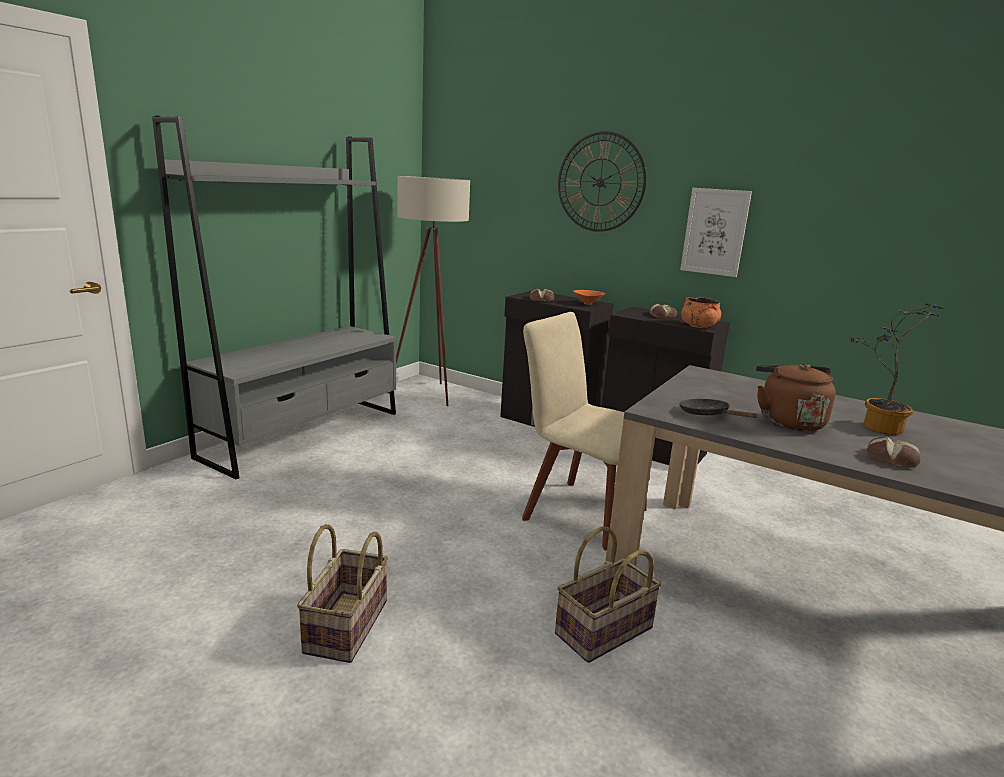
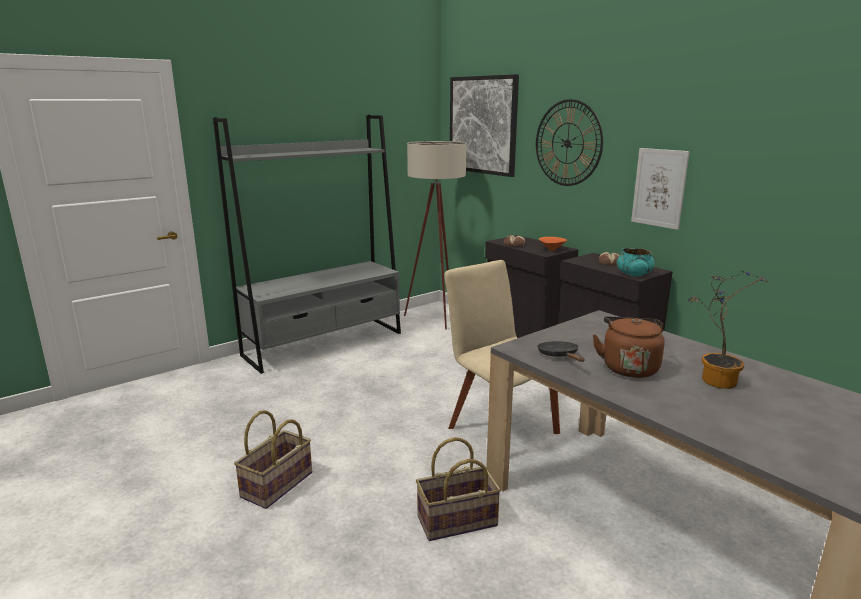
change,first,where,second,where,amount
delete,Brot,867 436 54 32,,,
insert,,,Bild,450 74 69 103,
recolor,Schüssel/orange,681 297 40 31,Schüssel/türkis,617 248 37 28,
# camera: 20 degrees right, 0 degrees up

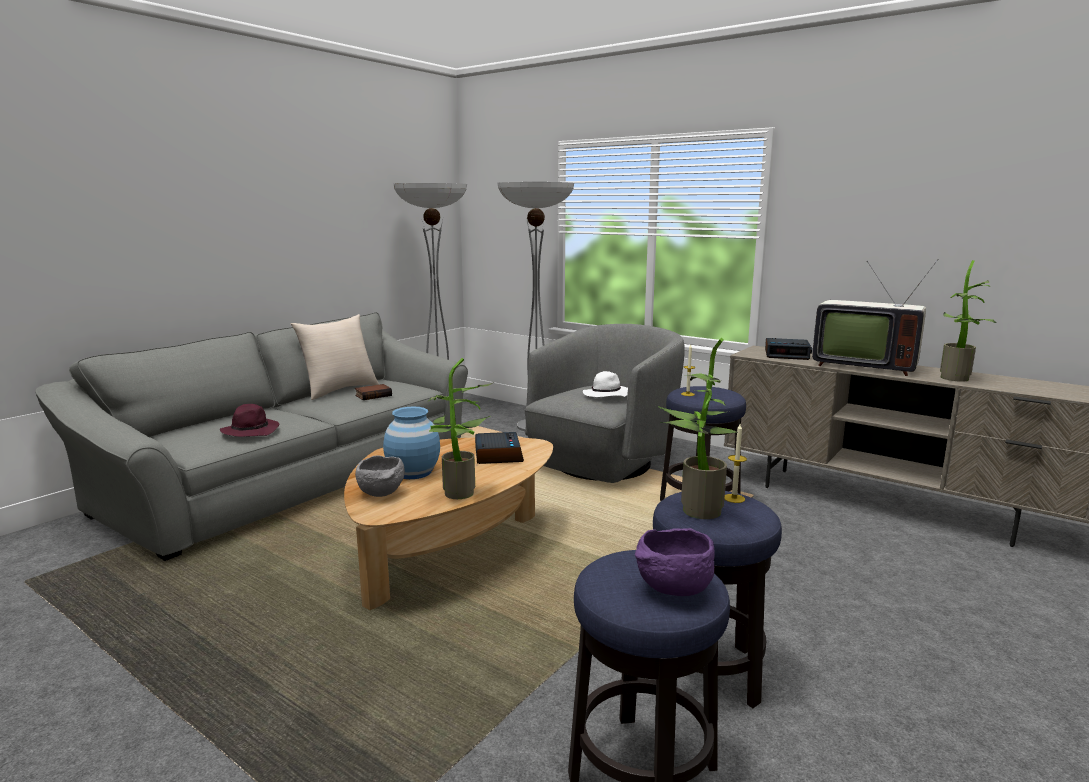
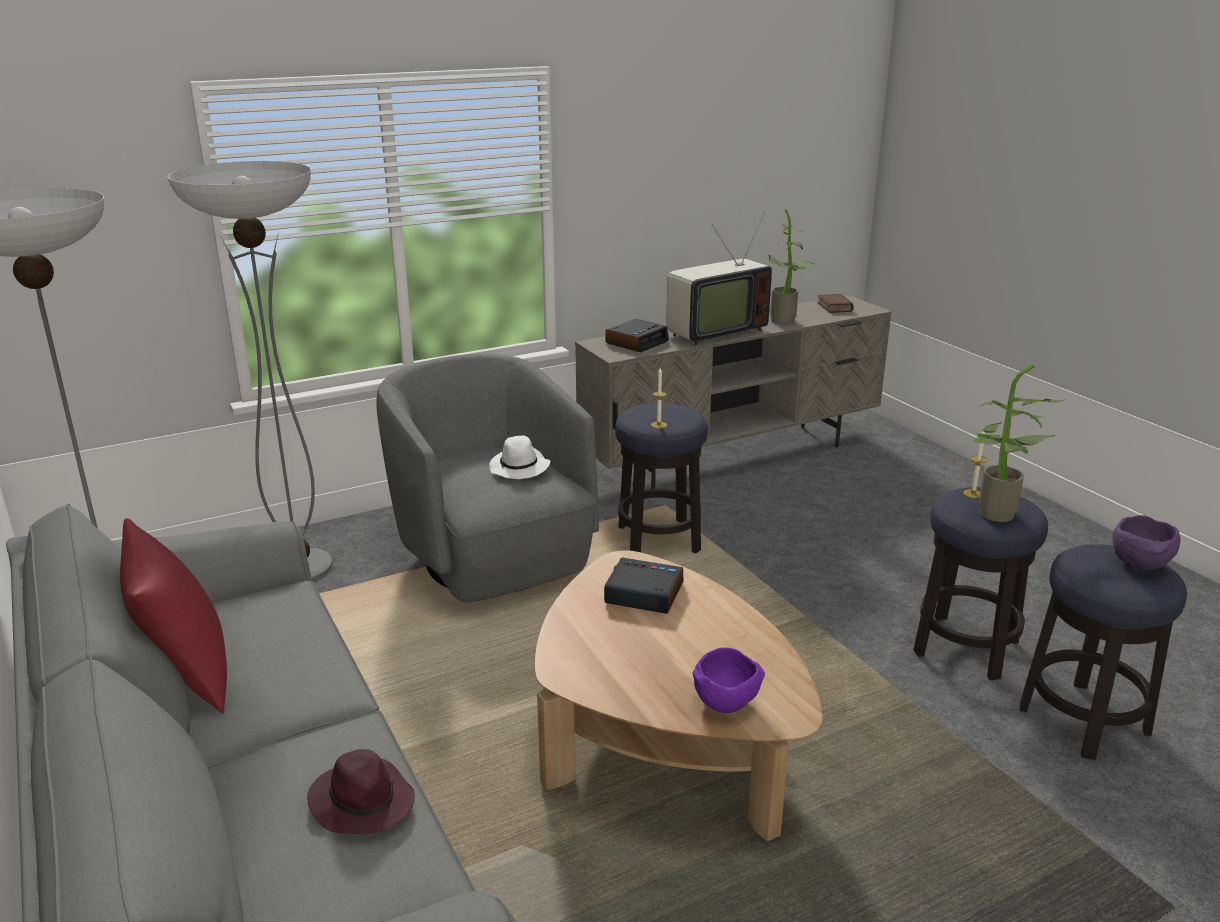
change,first,where,second,where,amount
delete,Vase/blau,383 406 57 73,,,
delete,Topfpflanze,428 358 66 141,,,
move,Buch,355 384 37 16,,817 294 36 19,
recolor,Kissen/beige,290 314 89 86,Kissen/rot,120 518 107 195,
recolor,Schüssel/grau,355 455 50 42,Schüssel/lila,693 647 72 66,
# camera: 65 degrees left, 10 degrees up

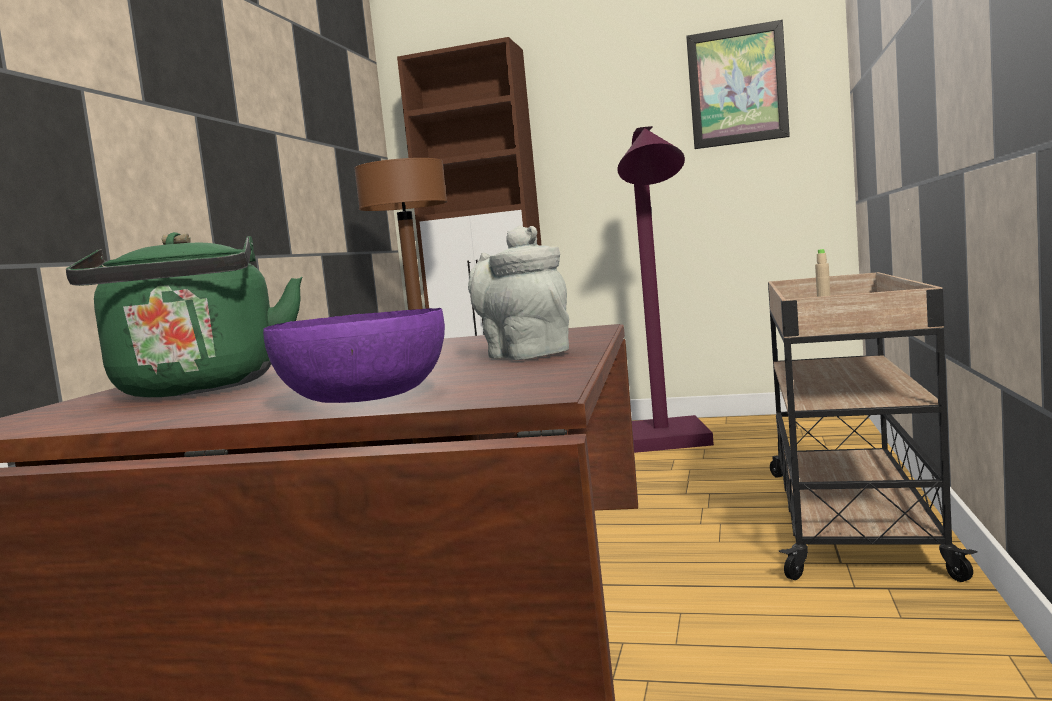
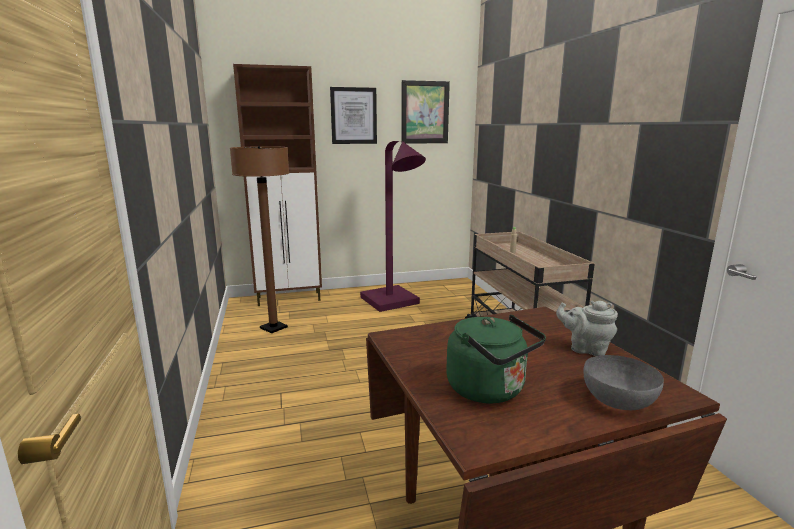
change,first,where,second,where,amount
insert,,,Bild,330 87 47 57,
recolor,Schüssel/lila,263 308 182 95,Schüssel/grau,583 355 81 55,
# camera: 30 degrees left, 10 degrees up

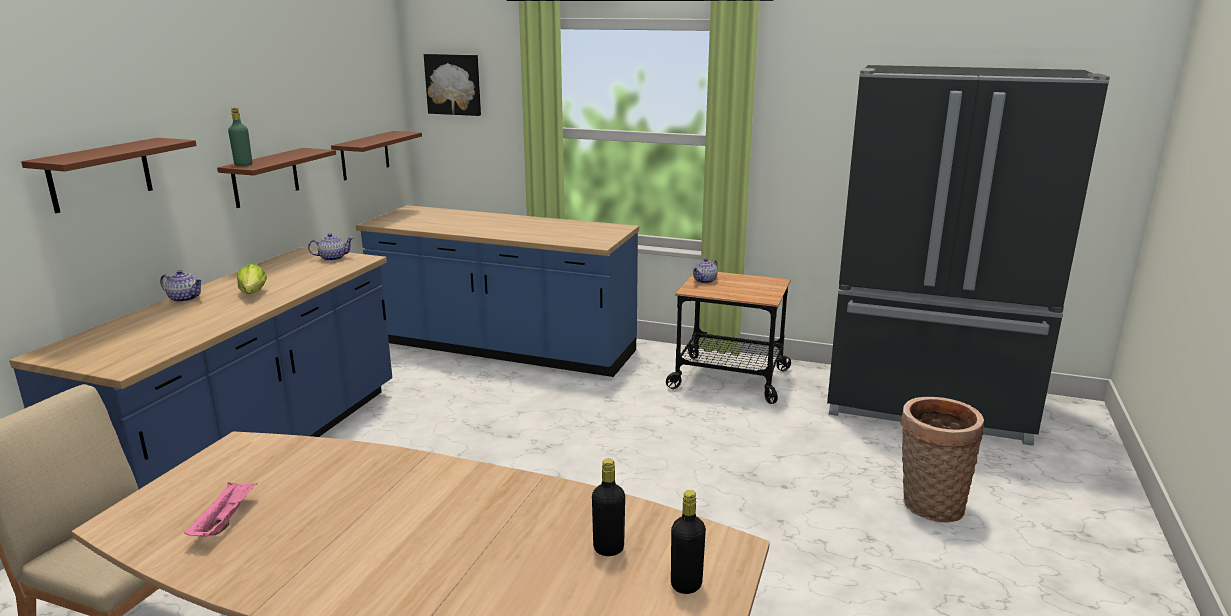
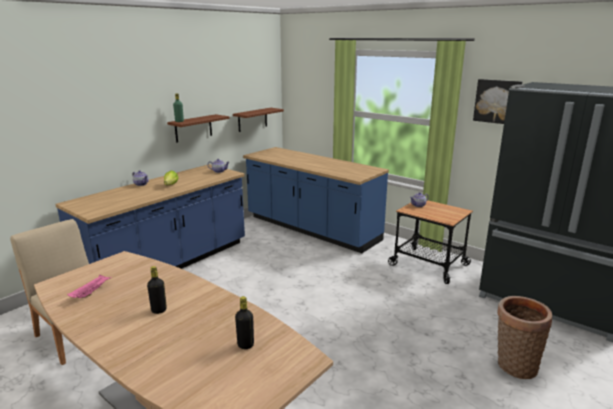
change,first,where,second,where,amount
delete,Wandregal/braun,21 138 176 75,,,
move,Bild,424 54 57 62,,473 79 49 45,
move,Flasche/schwarz,671 490 35 104,,147 266 20 48,
# camera: 20 degrees right, 0 degrees up

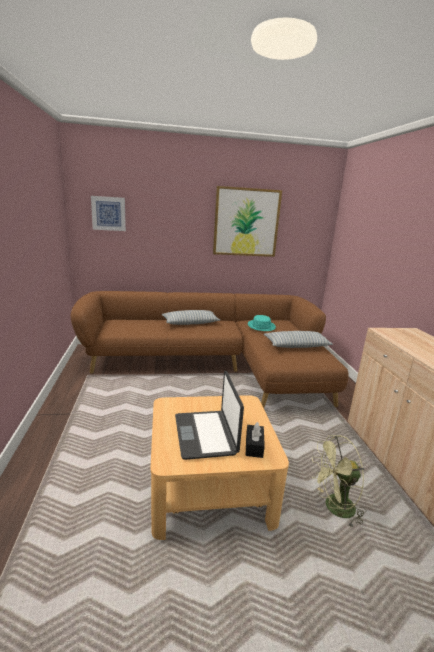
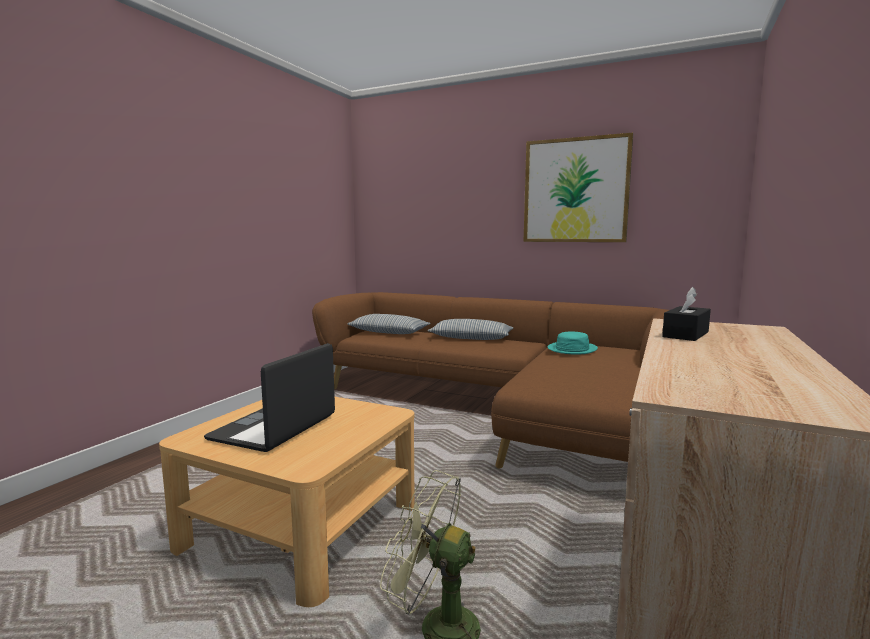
change,first,where,second,where,amount
delete,Bild,91 196 35 35,,,
move,Taschentuchbox/schwarz,246 422 19 36,,662 287 49 54,
move,Kissen,264 331 69 17,,347 314 84 20,
# camera: 35 degrees right, 10 degrees down

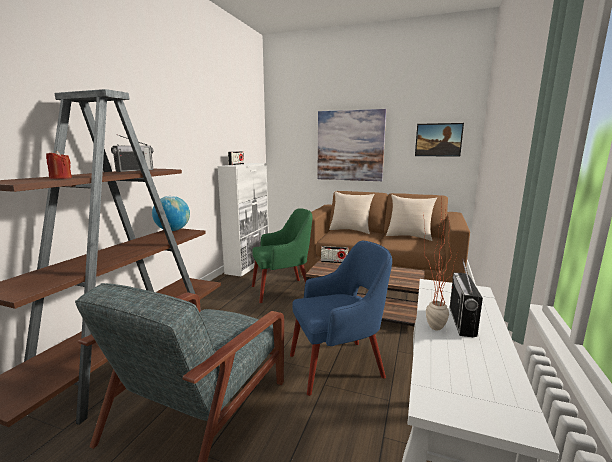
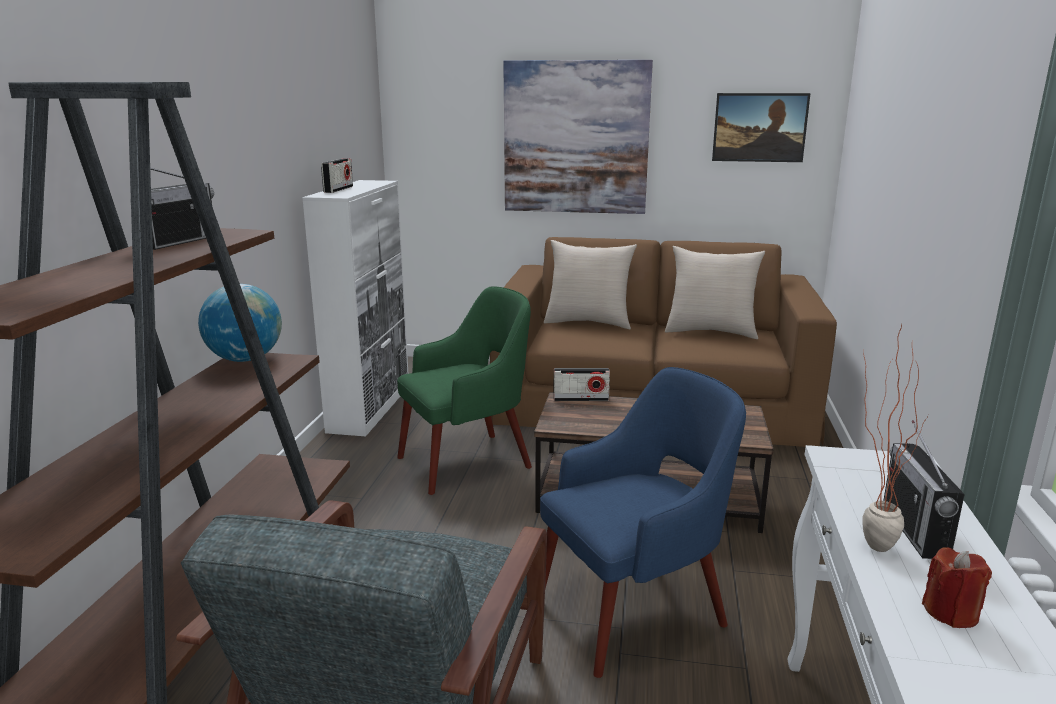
change,first,where,second,where,amount
move,Kerze/rot,46 151 26 28,,922 547 70 81,
# camera: 10 degrees left, 5 degrees up

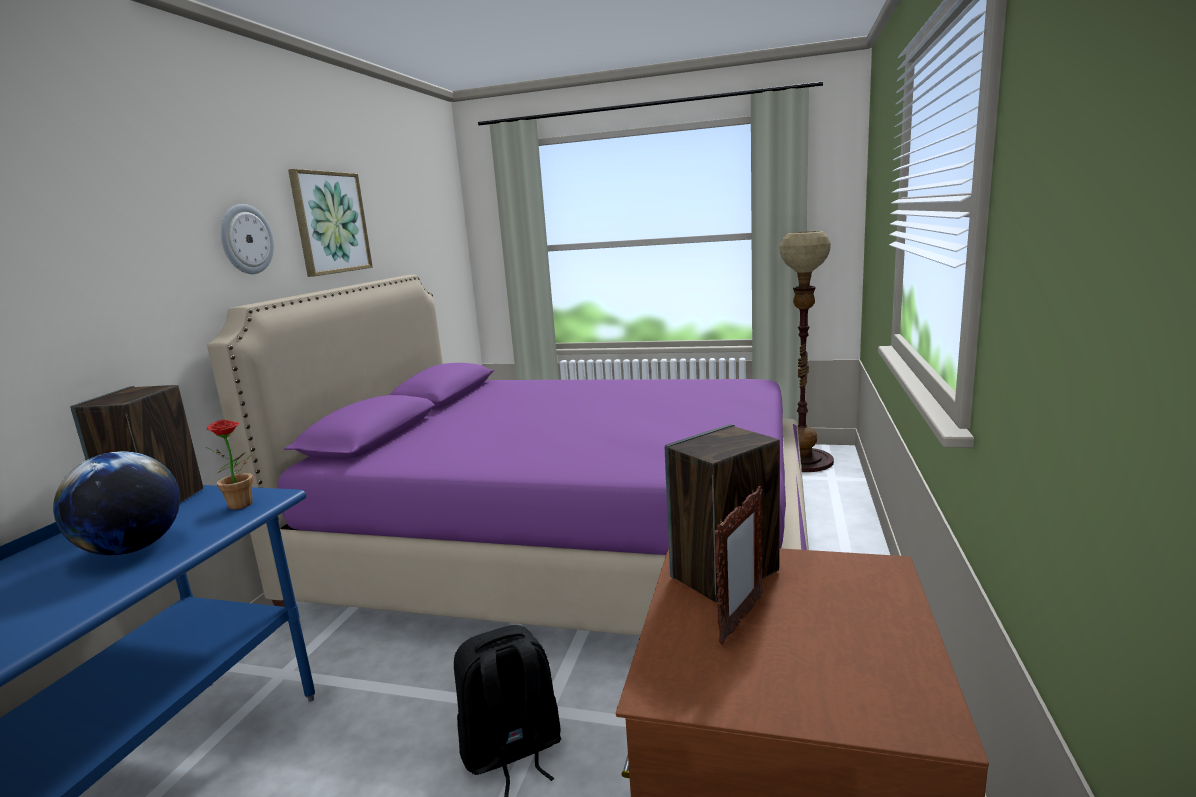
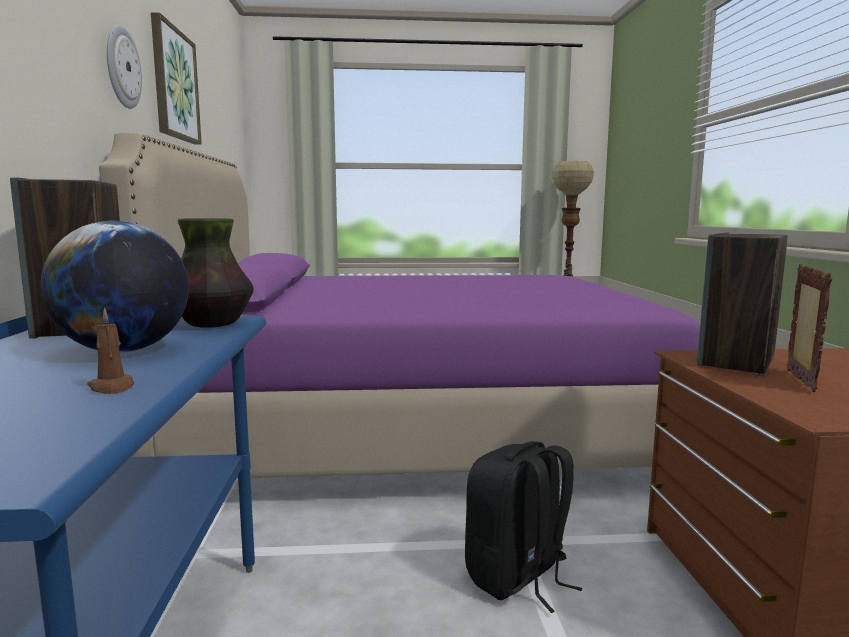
change,first,where,second,where,amount
insert,,,Kerze/braun,87 307 47 87,
replace,Topfpflanze,205 420 48 90,Vase,177 218 77 110,
# camera: 20 degrees left, 5 degrees down

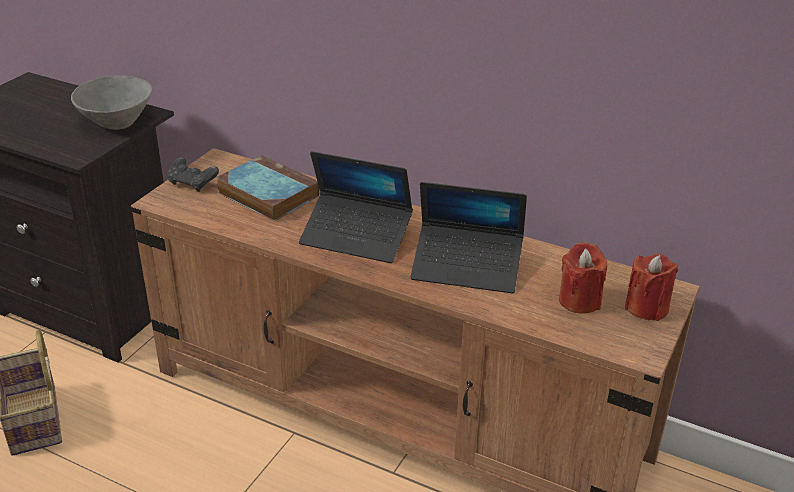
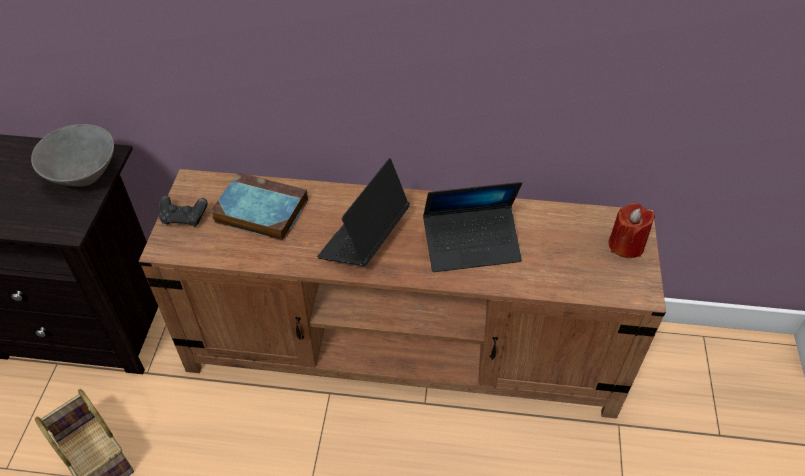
change,first,where,second,where,amount
delete,Kerze/rot,559 242 48 72,,,
rotate,Laptop,299 151 114 112,,317 158 93 108,120 degrees clockwise
# camera: 20 degrees left, 15 degrees up

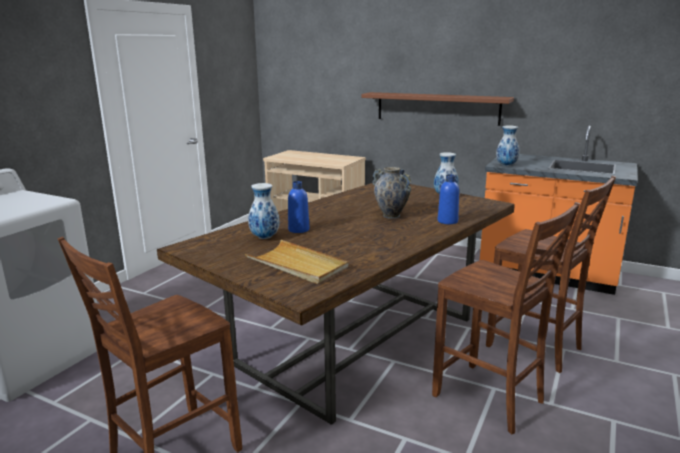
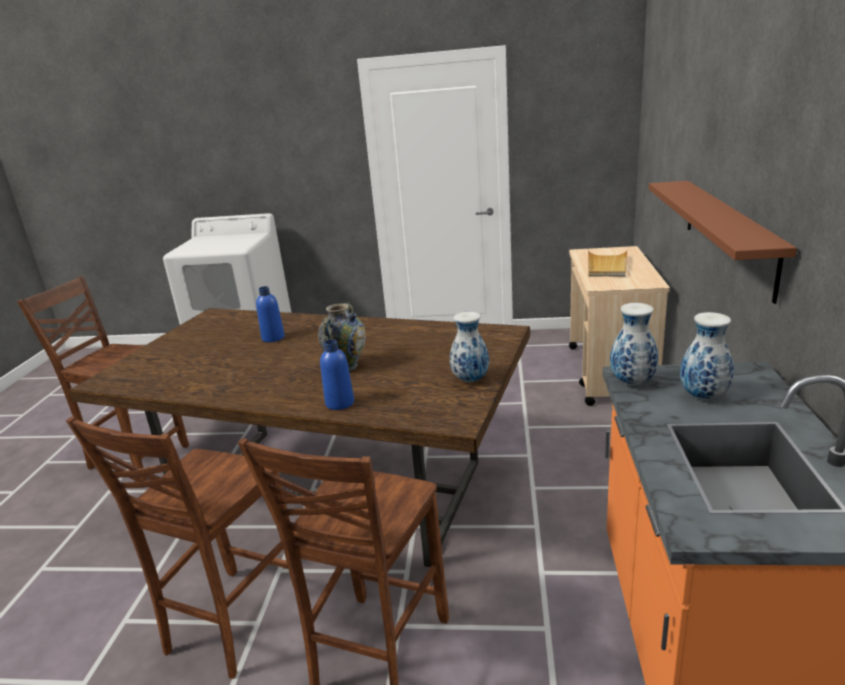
change,first,where,second,where,amount
move,Tablett/beige,245 240 103 44,,588 250 39 27,
move,Vase,248 183 32 56,,680 312 54 88,
# camera: 70 degrees right, 5 degrees up

